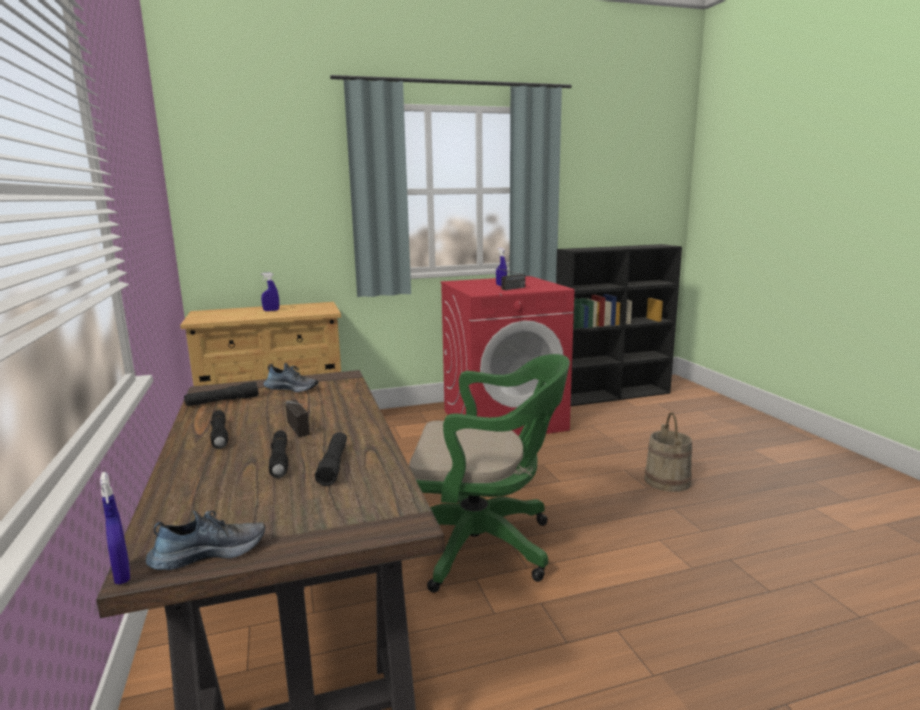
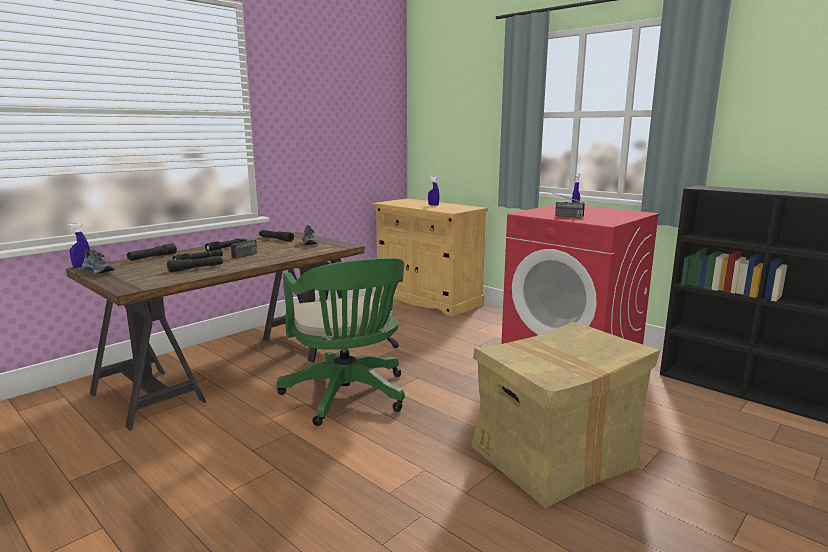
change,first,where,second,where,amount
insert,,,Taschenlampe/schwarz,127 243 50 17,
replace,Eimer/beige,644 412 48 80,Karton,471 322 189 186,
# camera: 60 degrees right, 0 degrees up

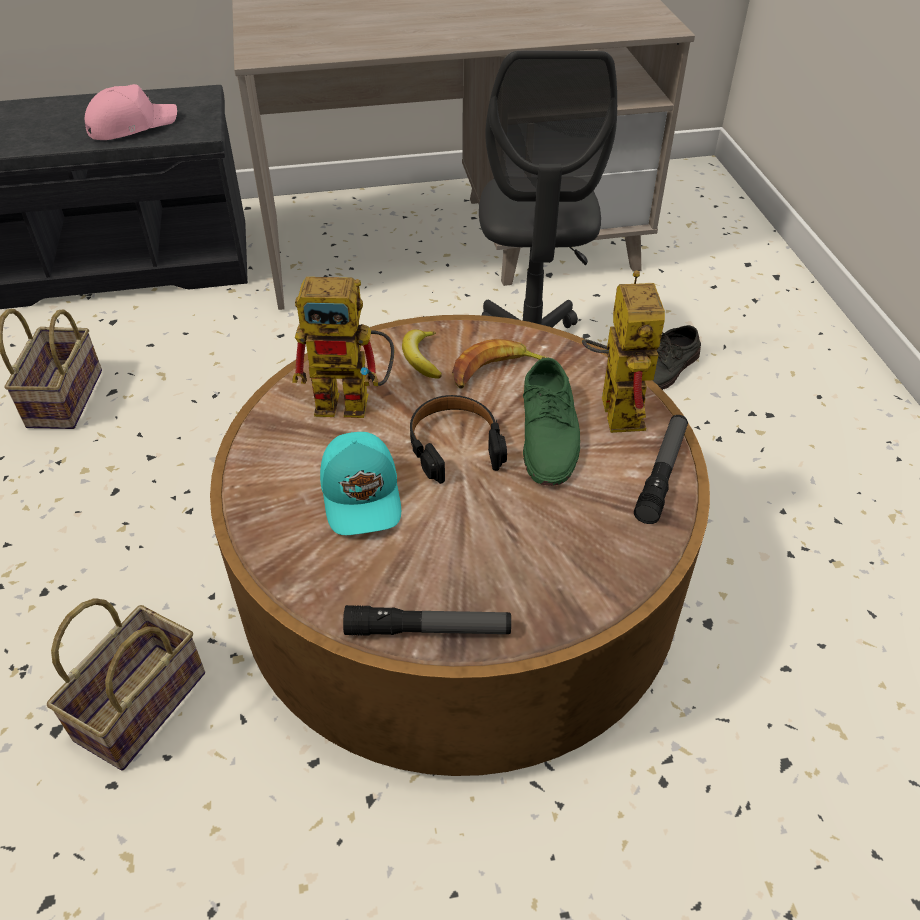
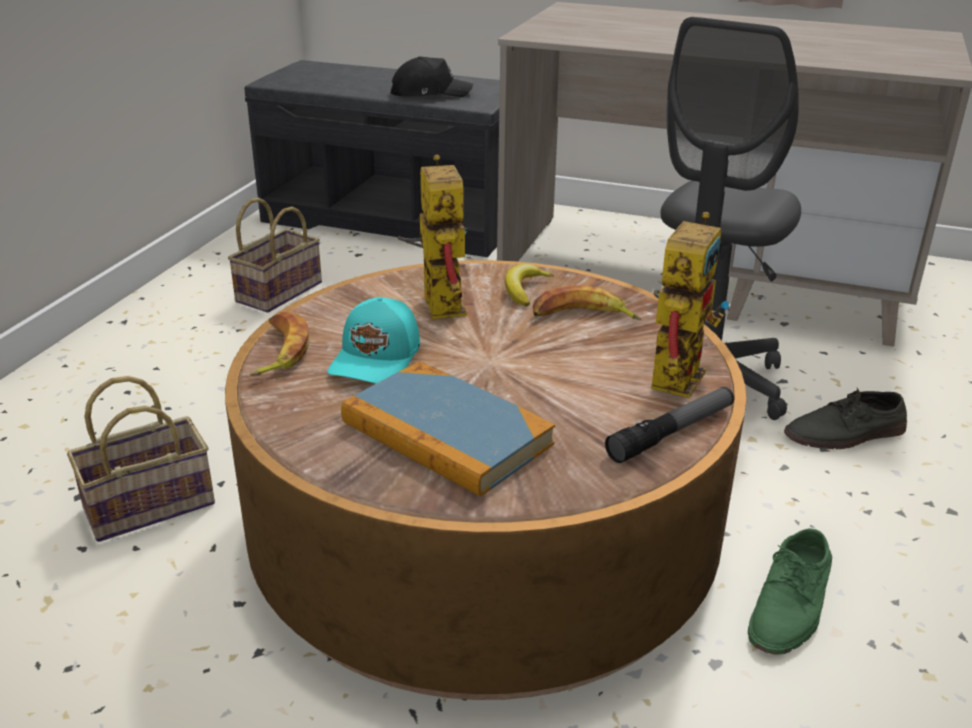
change,first,where,second,where,amount
delete,Taschenlampe,343 605 168 31,,,
delete,Kopfhörer/schwarz,410 395 97 89,,,
insert,,,Banane,250 312 59 64,
insert,,,Buch,341 361 214 136,
move,Schuh/grün,523 358 57 128,,748 528 84 127,
recolor,Kappe/rosa,85 84 92 56,Kappe/schwarz,391 56 82 41,
rotate,Spielzeugroboter,292 277 103 141,,397 154 70 165,135 degrees counterclockwise
# camera: 30 degrees right, 15 degrees down

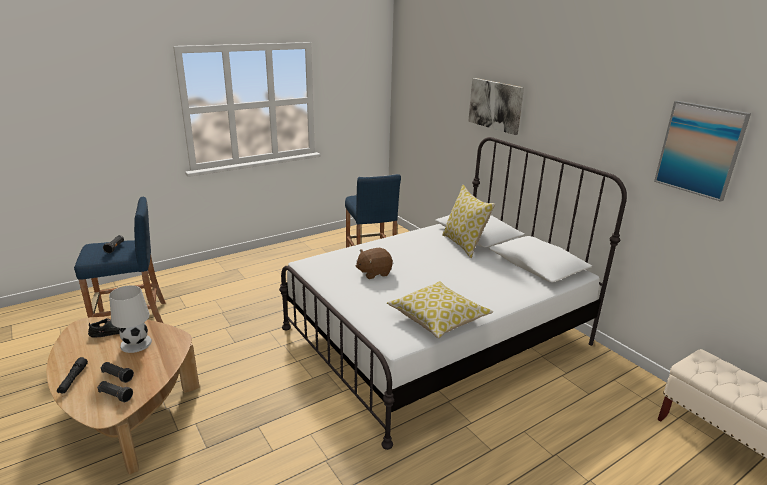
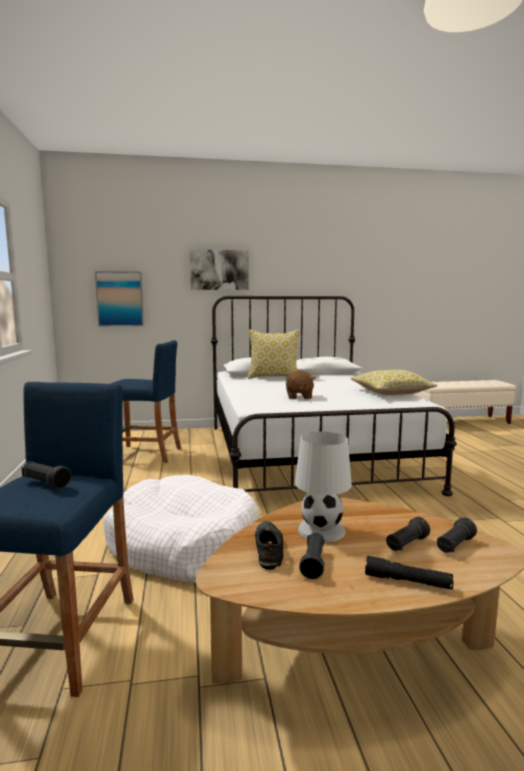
change,first,where,second,where,amount
insert,,,Hundebett/weiß,104 475 155 108,
insert,,,Taschenlampe/schwarz,299 533 25 46,
move,Bild,654 101 97 101,,95 271 49 55,
# camera: 65 degrees left, 15 degrees down

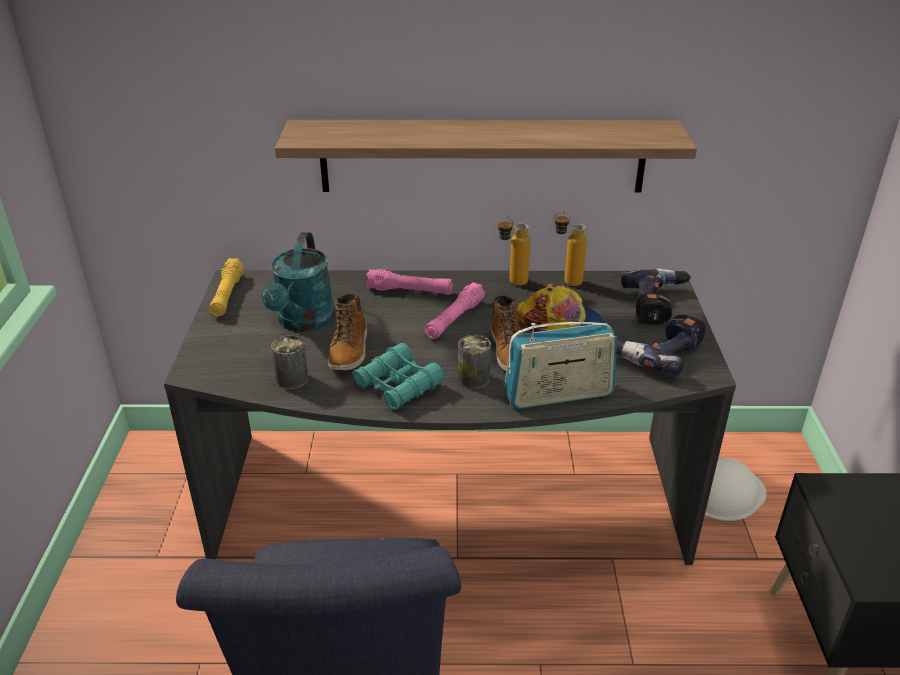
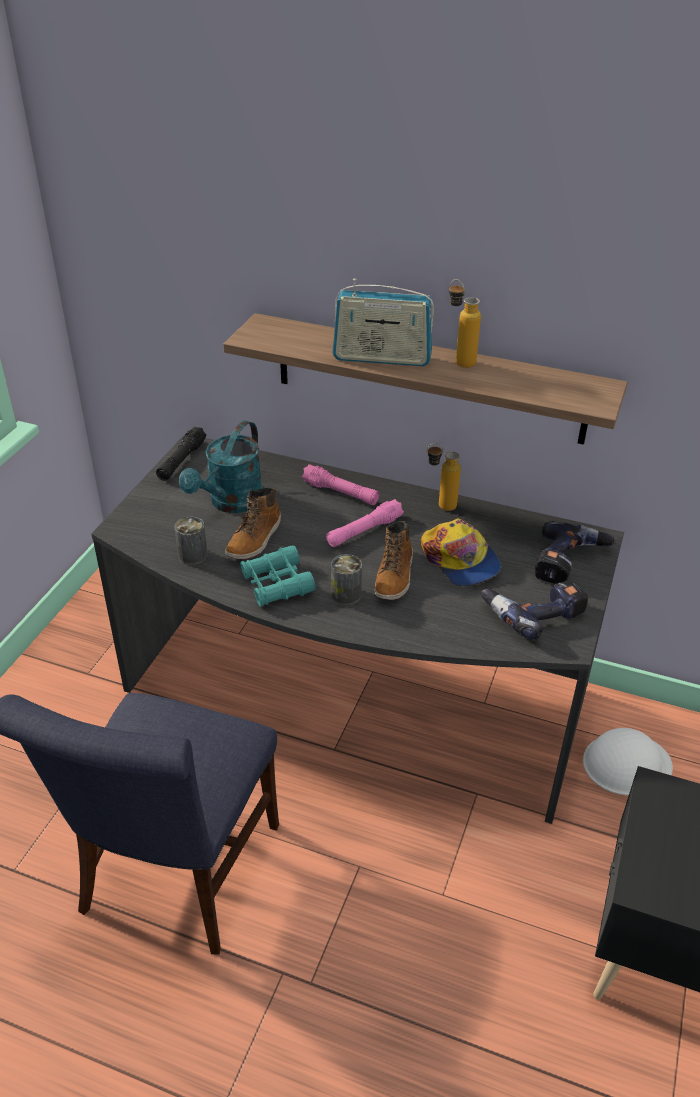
change,first,where,second,where,amount
move,Radio,504 322 113 87,,332 278 102 88,
move,Flasche,554 211 33 75,,449 279 32 89,
recolor,Taschenlampe/gelb,209 258 34 58,Taschenlampe/schwarz,156 426 50 55,
# camera: 20 degrees right, 5 degrees up

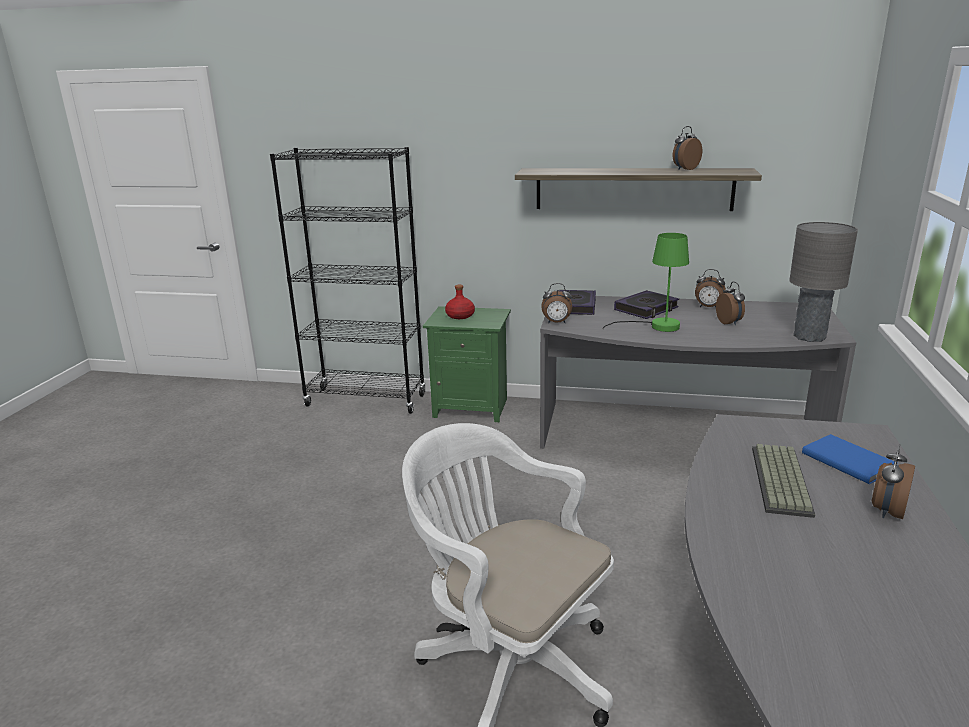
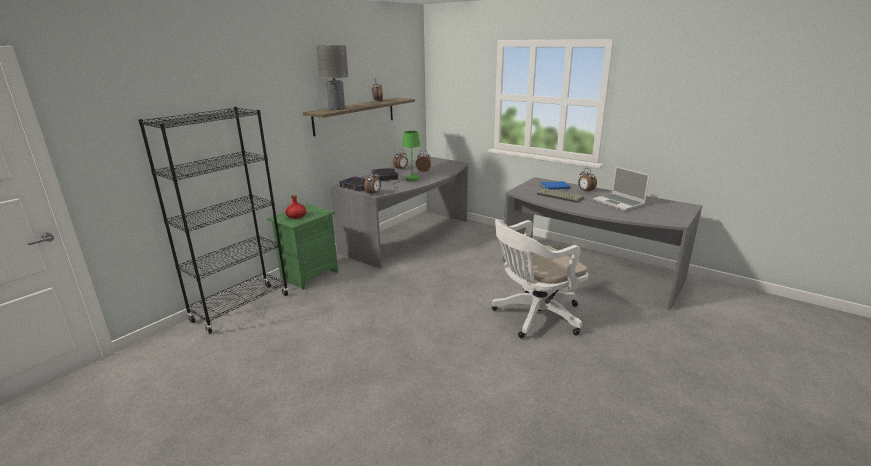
change,first,where,second,where,amount
insert,,,Laptop,593 166 57 45,
move,Tischlampe/grau,789 222 69 120,,316 45 32 65,
# camera: 65 degrees left, 0 degrees up

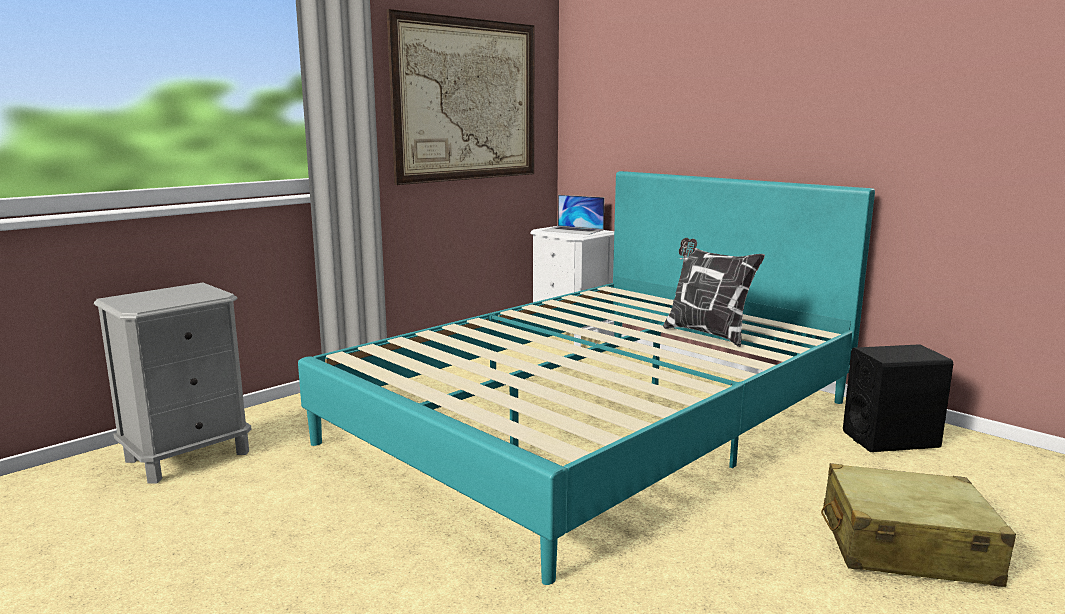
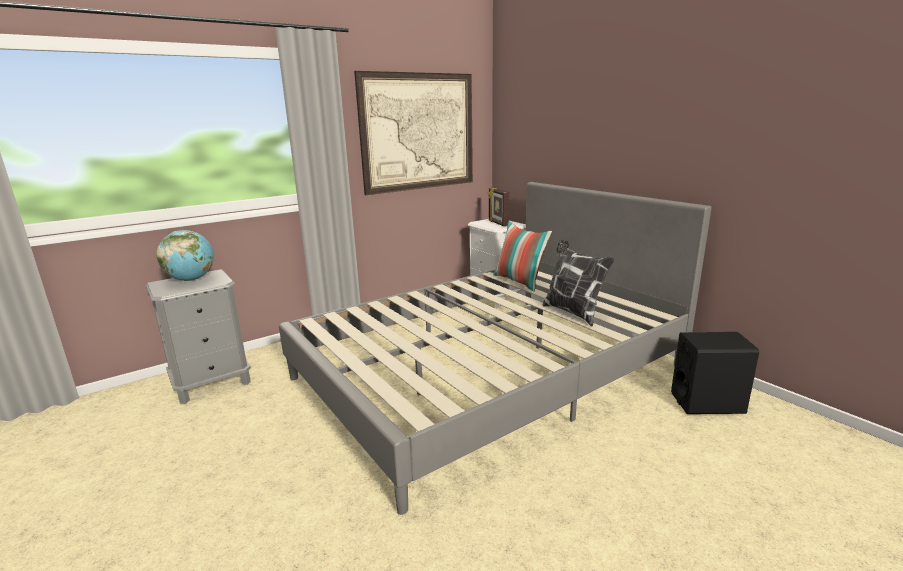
change,first,where,second,where,amount
delete,Koffer/beige,821 463 195 124,,,
insert,,,Globus,156 230 58 51,
insert,,,Kissen,494 221 58 71,
replace,Laptop,542 195 62 40,Bilderrahmen,488 188 21 38,
recolor,Bett/türkis,298 171 577 414,Bett/grau,279 182 432 333,
# camera: 10 degrees right, 5 degrees up

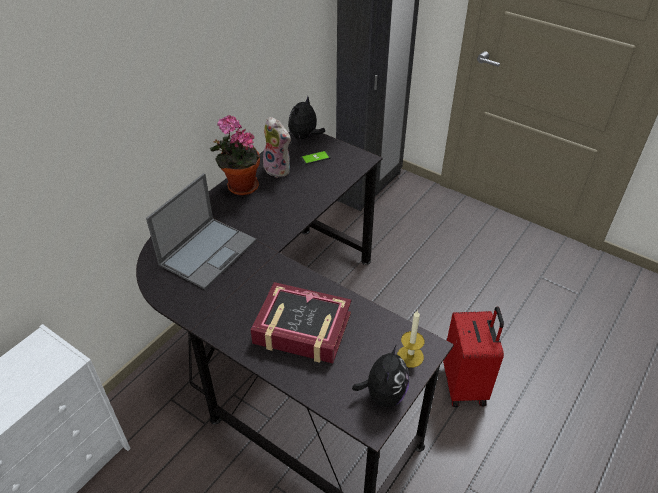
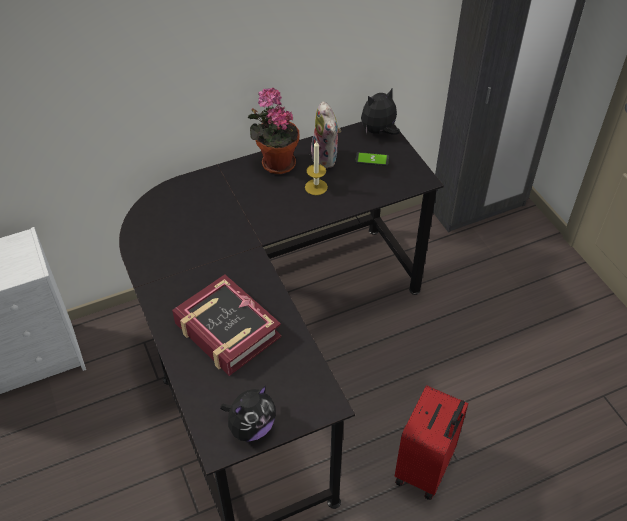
change,first,where,second,where,amount
delete,Laptop,146 173 110 116,,,
move,Kerze,397 310 27 58,,305 140 23 55,
# camera: 30 degrees right, 5 degrees up

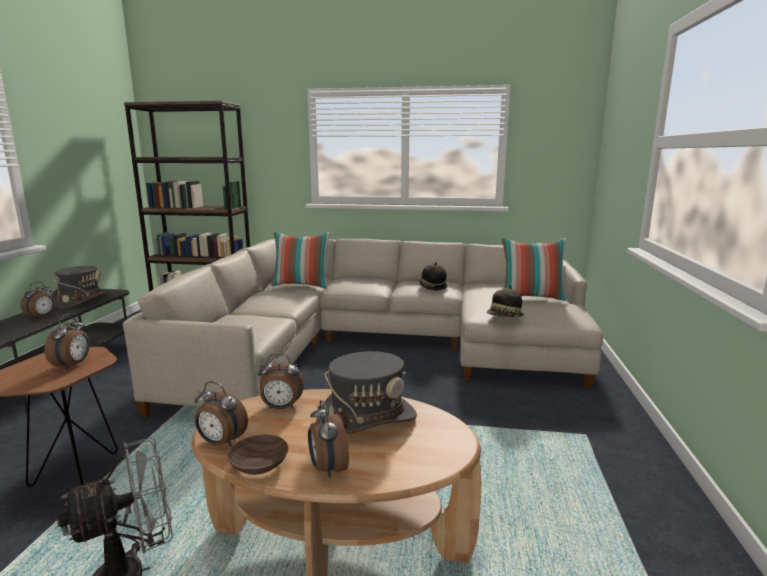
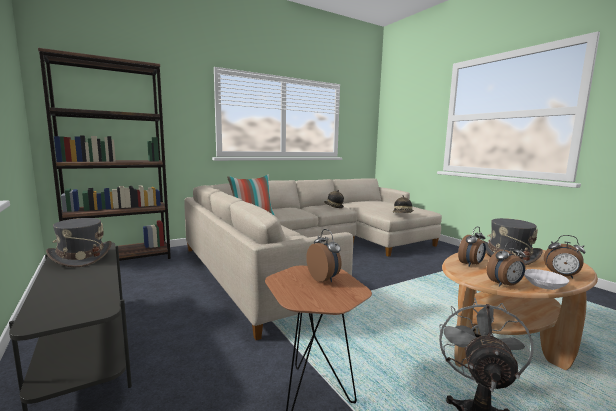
change,first,where,second,where,amount
delete,Wecker,21 282 34 37,,,
delete,Kissen,502 238 65 63,,,
recolor,Schüssel/braun,227 435 61 40,Schüssel/weiß,524 269 45 21,
# camera: 40 degrees left, 5 degrees down

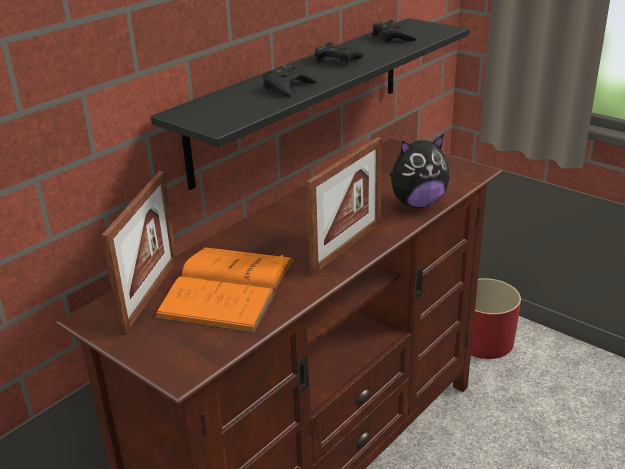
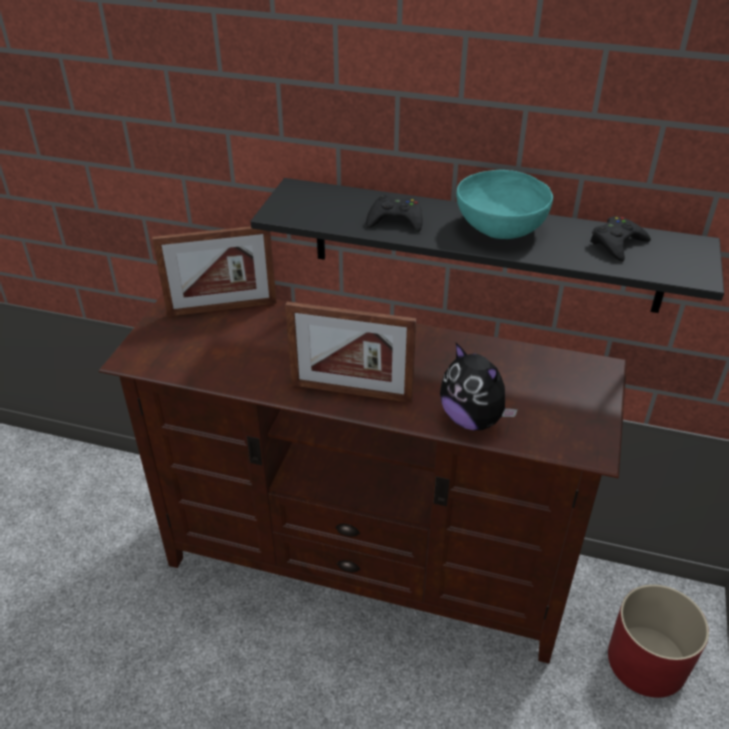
change,first,where,second,where,amount
delete,Buch/orange,154 247 140 86,,,
replace,Gamepad/schwarz,315 42 49 23,Schüssel/türkis,456 170 97 69,
# camera: 65 degrees right, 10 degrees up

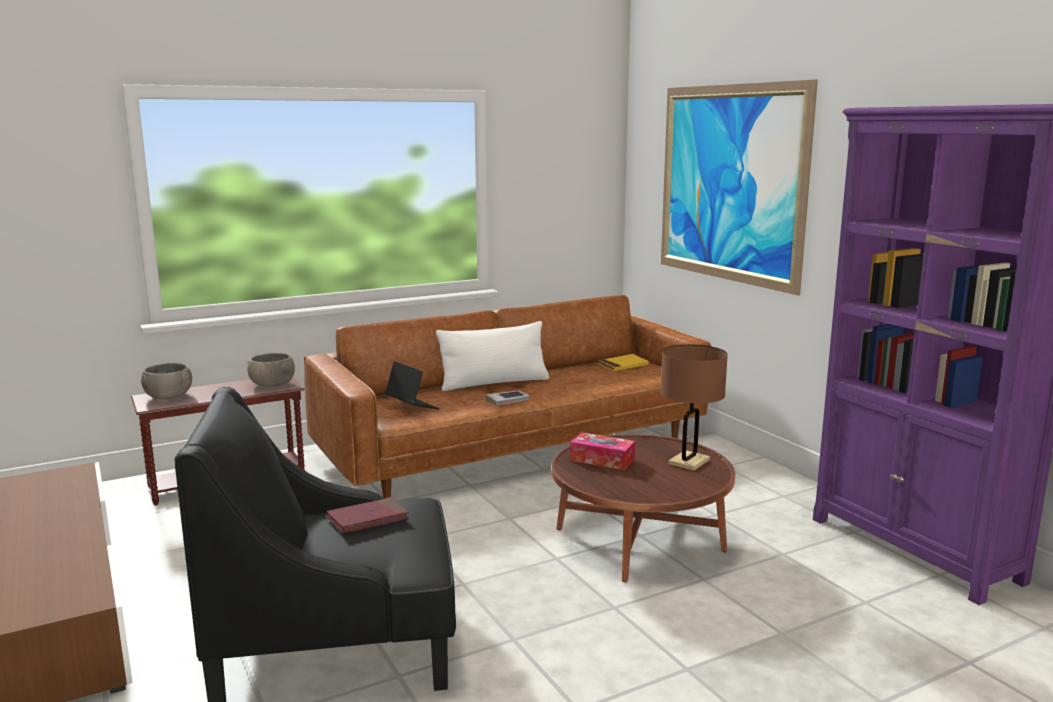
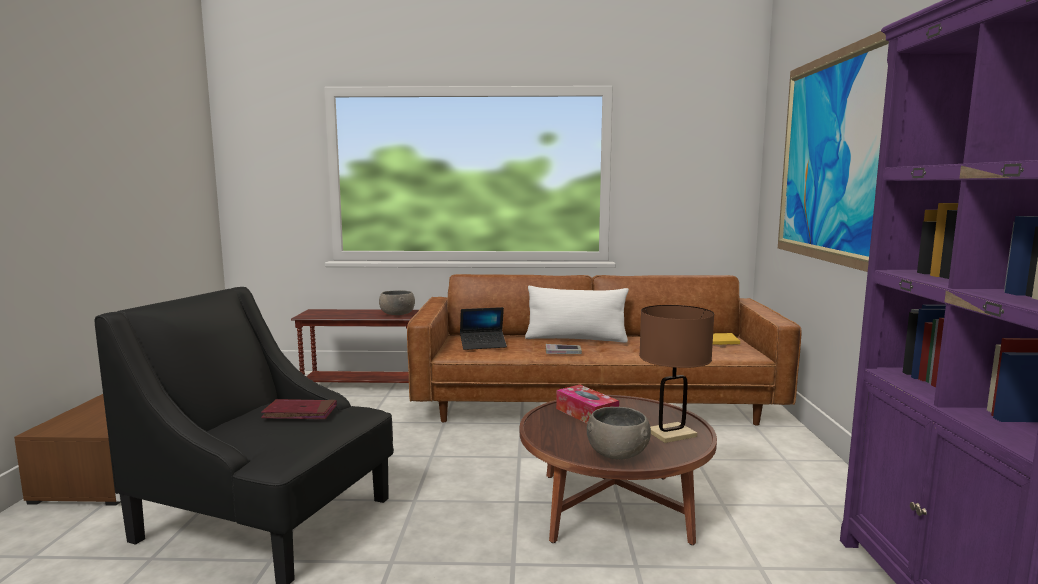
change,first,where,second,where,amount
move,Schüssel/grau,141 363 51 36,,587 407 64 53,
rotate,Laptop,385 361 55 48,,460 307 47 43,90 degrees clockwise
# camera: 30 degrees right, 5 degrees down

